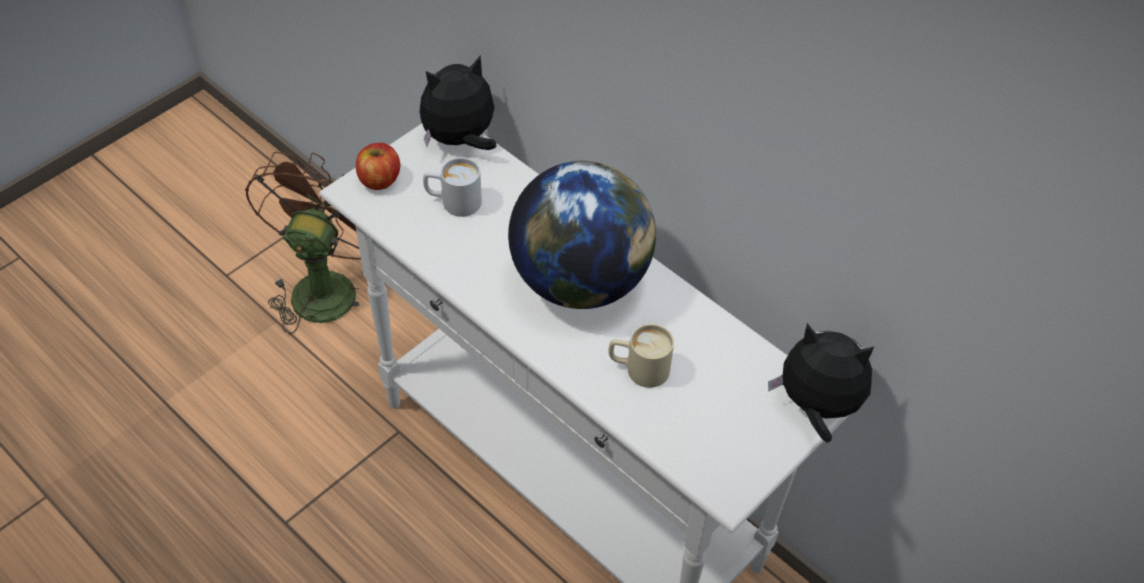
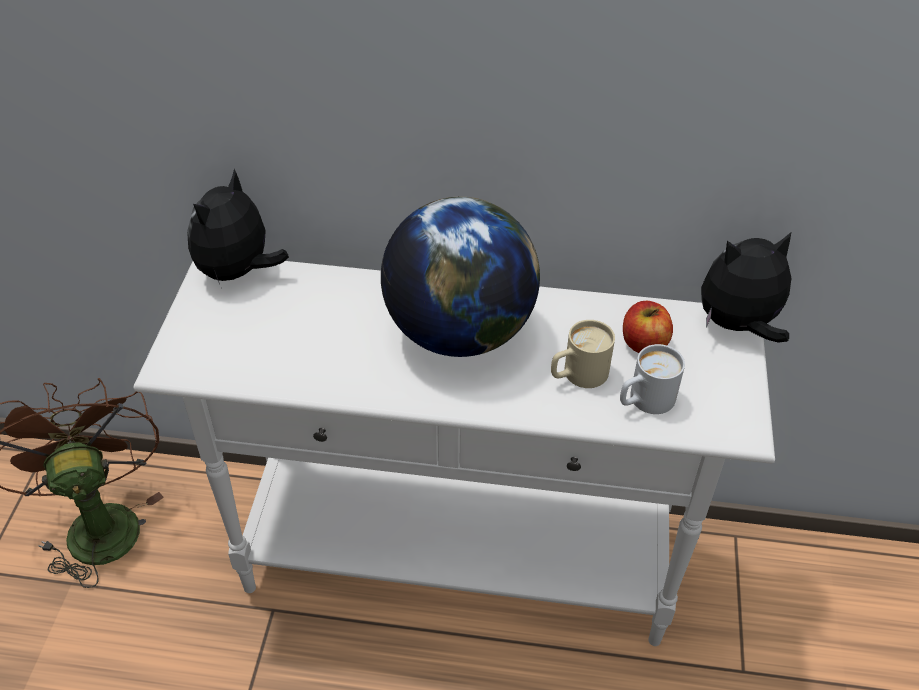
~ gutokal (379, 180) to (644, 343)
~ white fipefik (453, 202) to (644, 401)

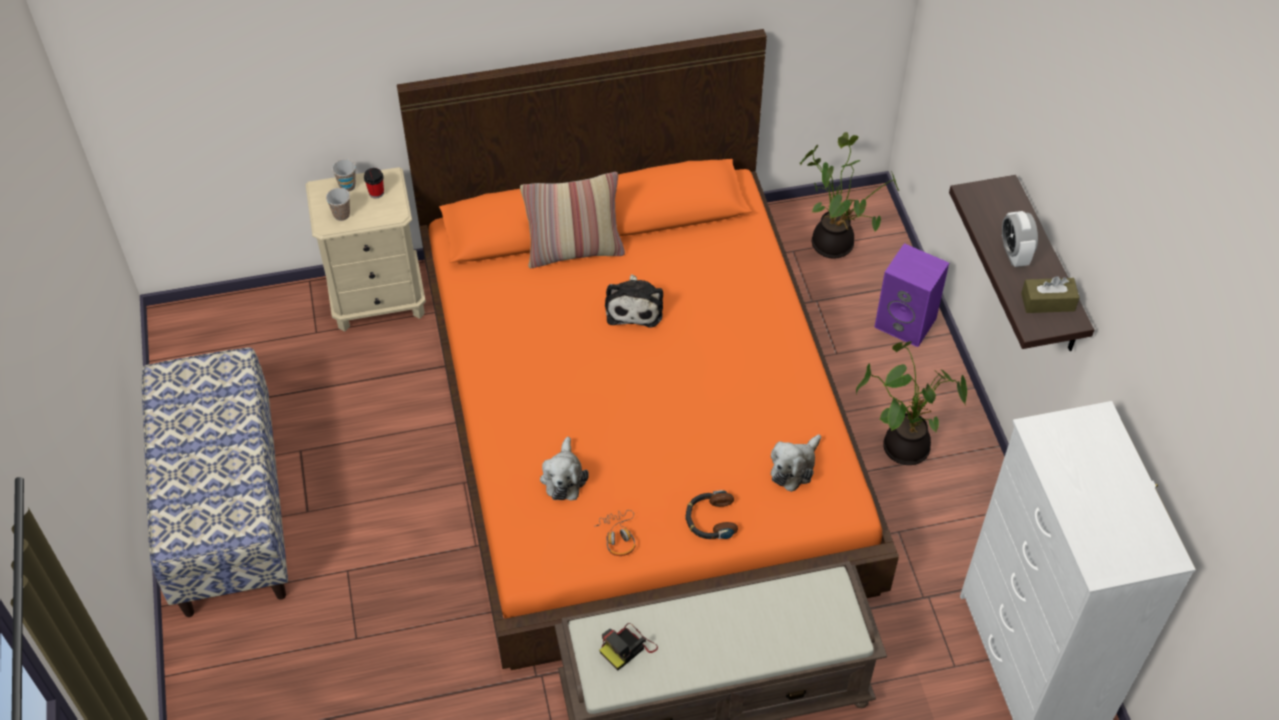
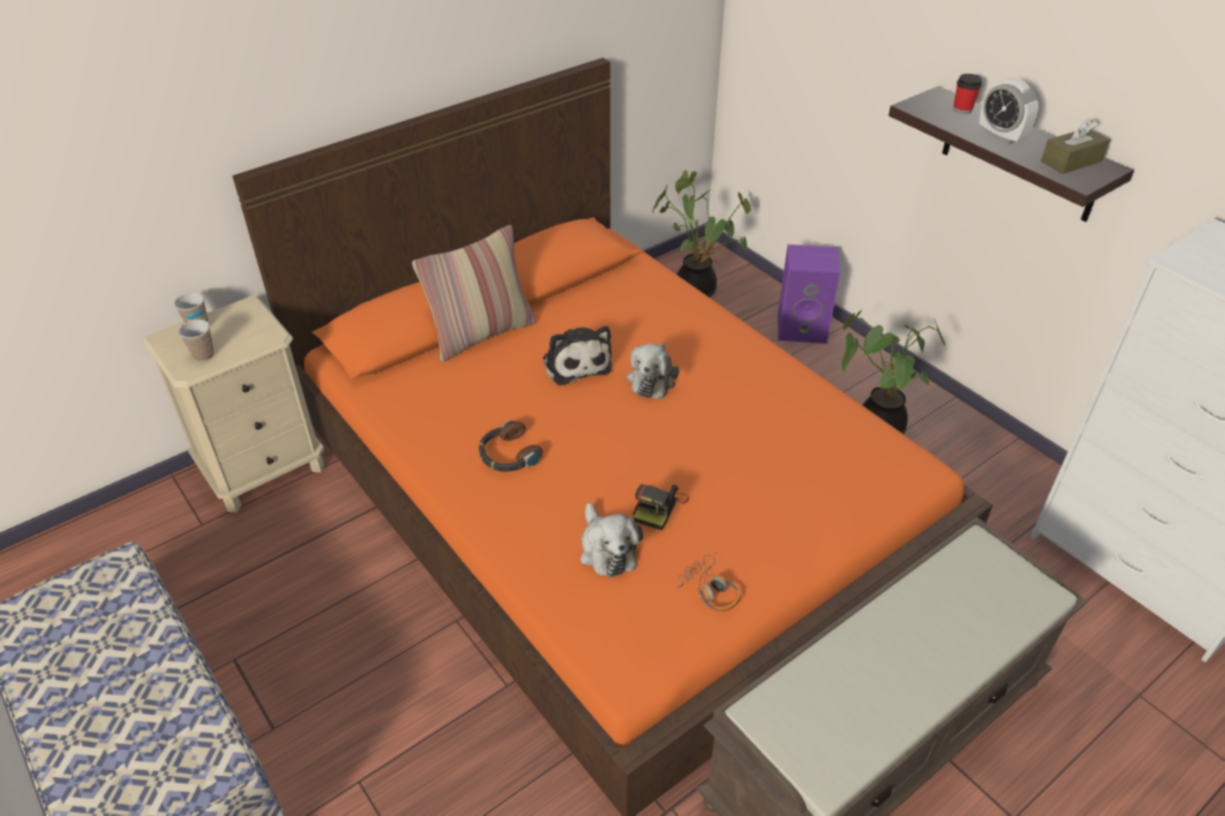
~ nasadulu (376, 193) to (962, 110)
~ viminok (627, 647) to (658, 507)
~ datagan (710, 520) to (508, 454)
~ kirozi (794, 467) to (652, 379)

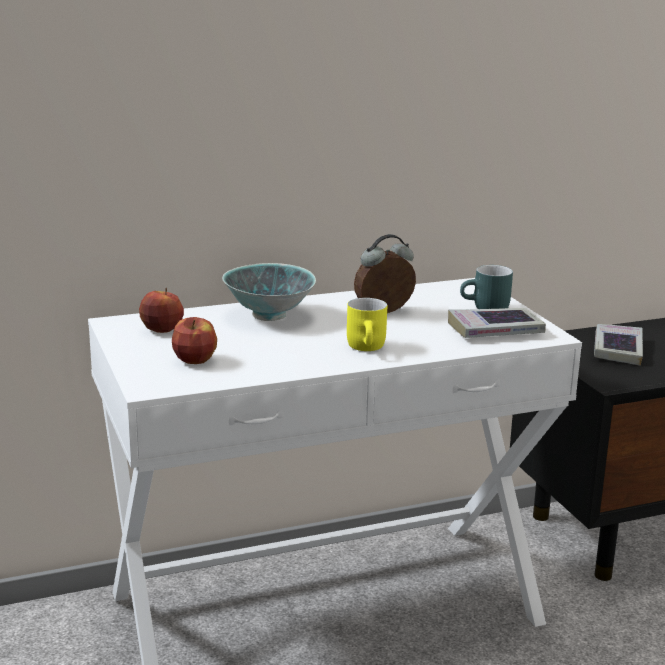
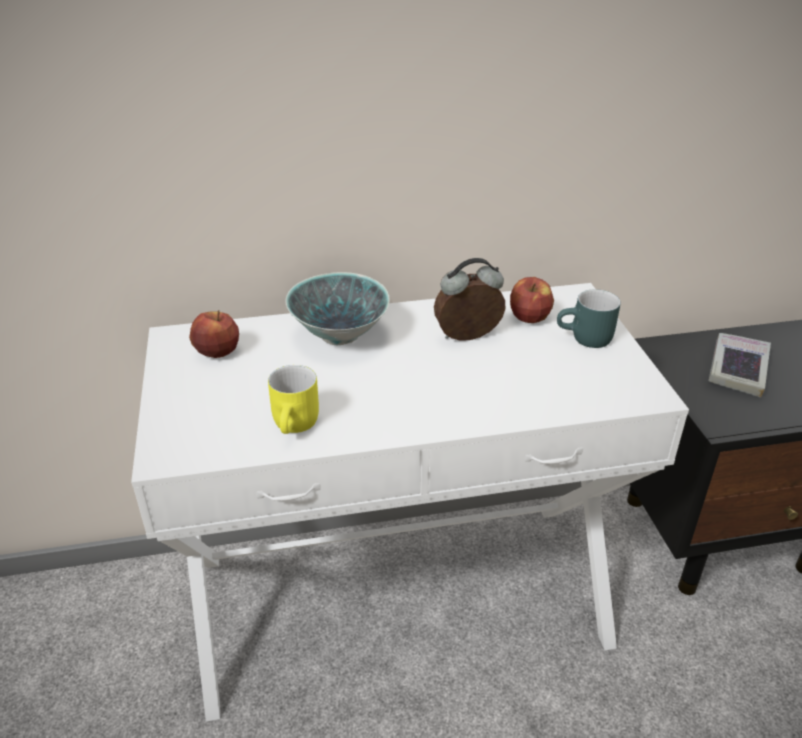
~ gutokal (195, 360) to (529, 317)
~ yellow fipefik (369, 347) to (297, 425)
- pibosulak (495, 330)

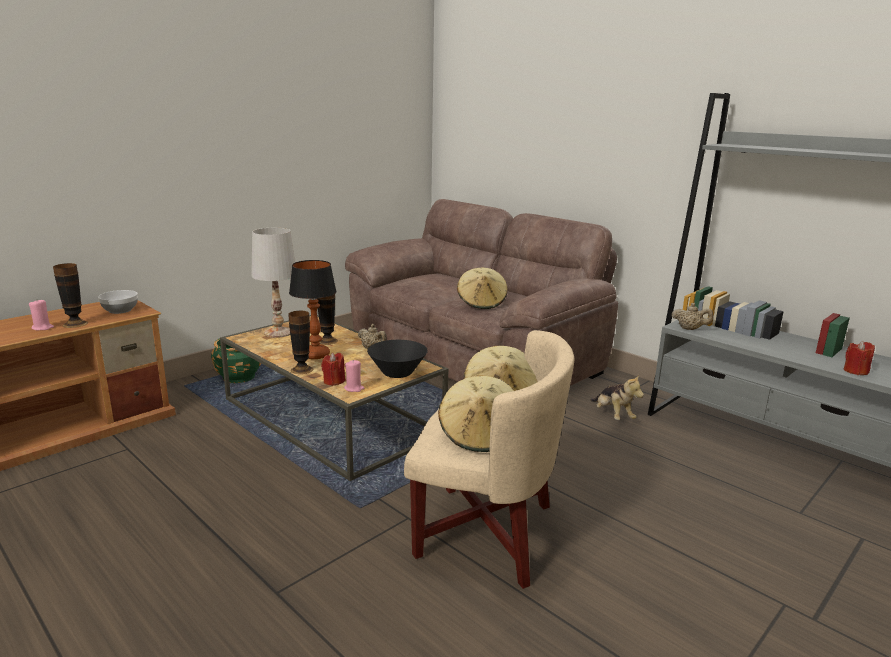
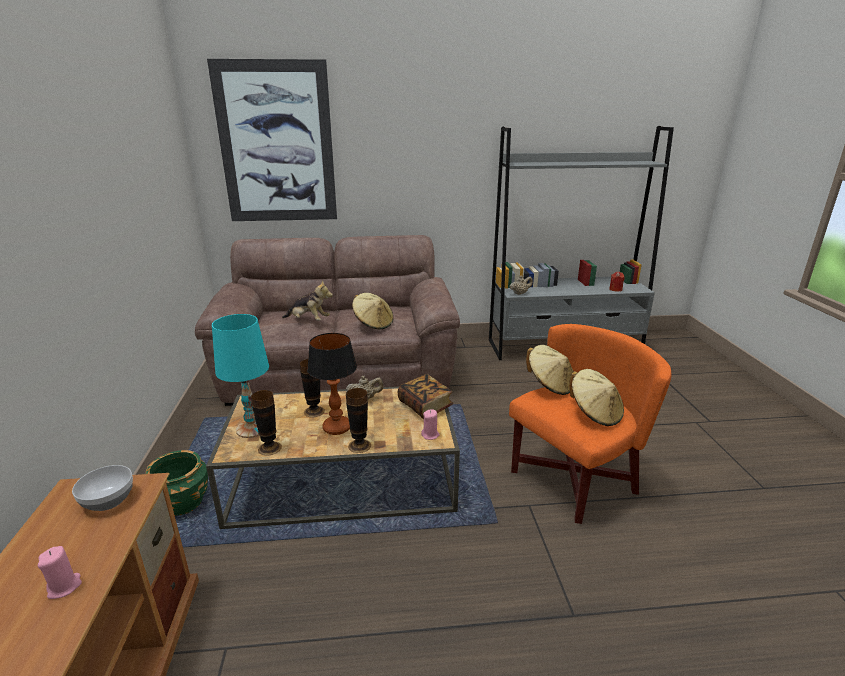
~ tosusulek (75, 324) to (269, 448)
~ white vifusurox (278, 332) to turquoise vifusurox (253, 428)
- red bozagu (334, 381)
~ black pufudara (397, 373) to pibosulak (425, 406)
~ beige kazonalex (486, 532) to orange kazonalex (572, 480)
~ kirozi (613, 415) to (309, 320)
+ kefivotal (276, 144)

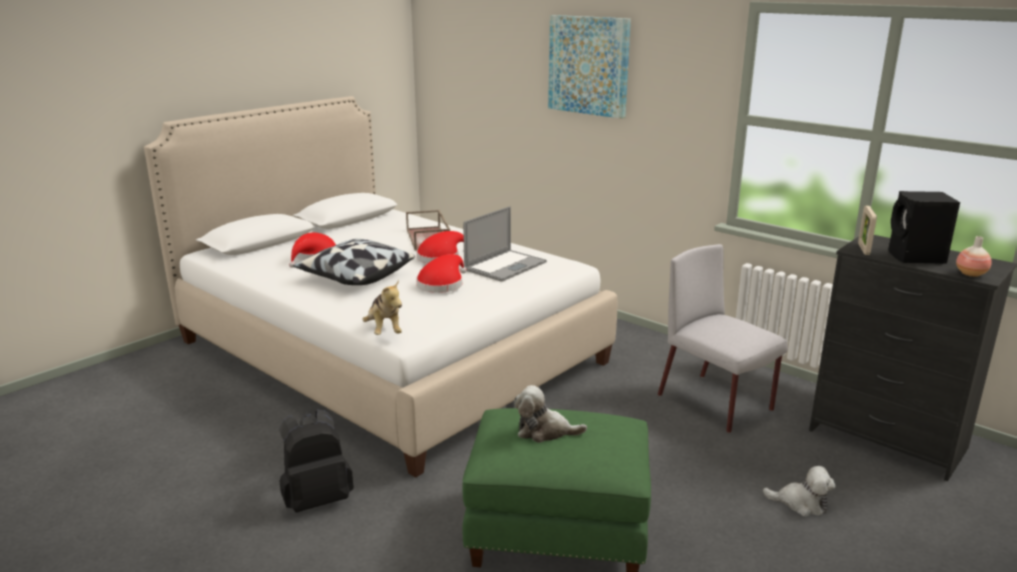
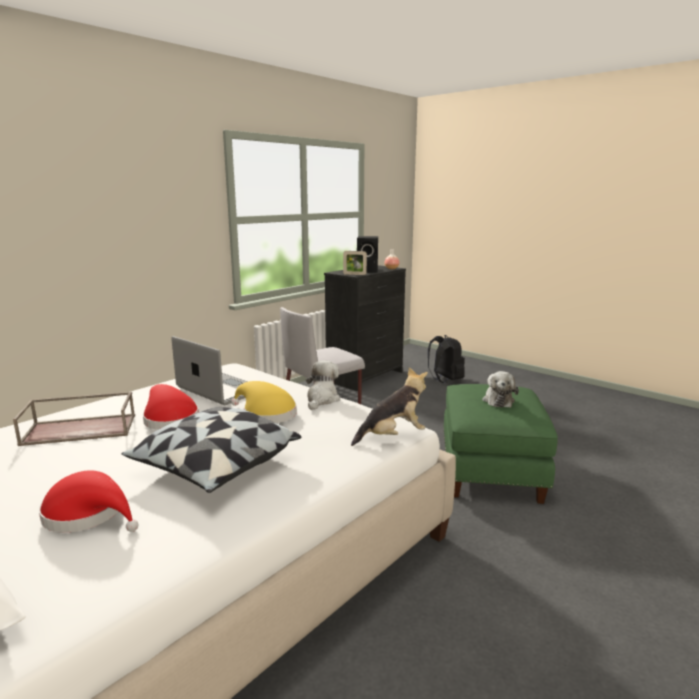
~ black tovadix (317, 499) to (445, 380)
~ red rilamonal (442, 284) to yellow rilamonal (266, 414)
- kefivotal (589, 65)
~ kirozi (800, 503) to (322, 399)

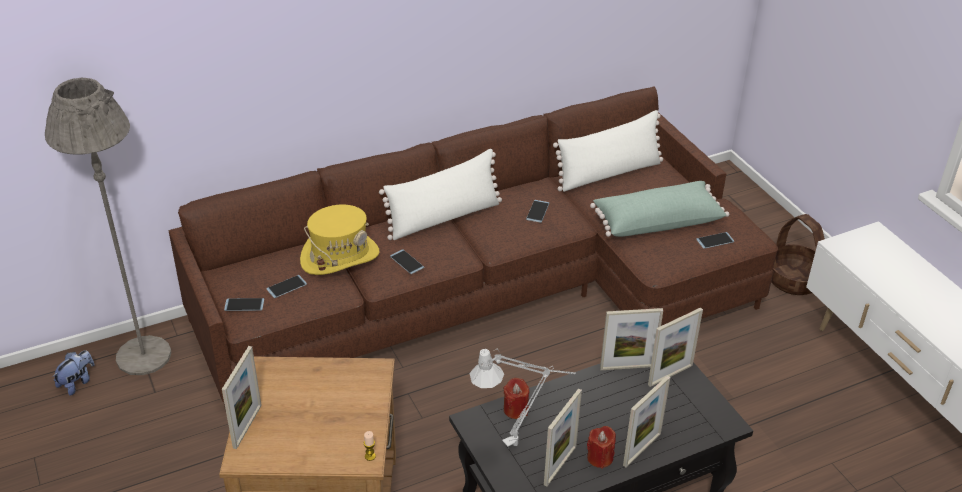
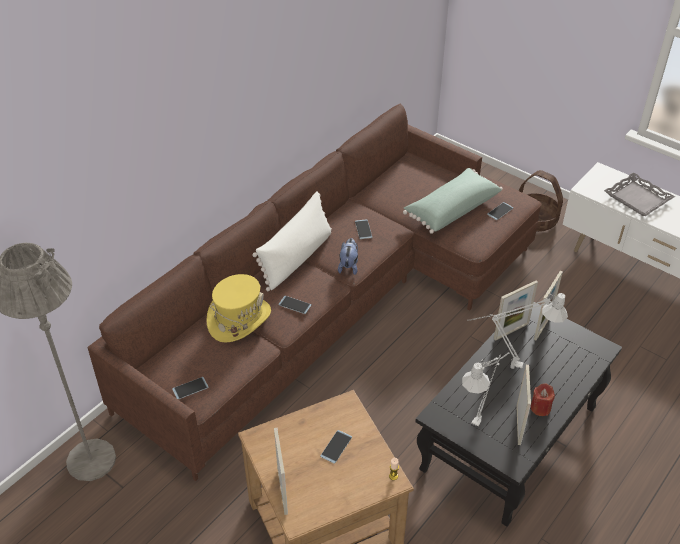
~ kirozi (77, 382) to (348, 266)
~ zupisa (286, 287) to (336, 447)
- red bozagu (515, 409)
- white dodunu (609, 173)
- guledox (642, 449)
+ grey vifusurox (506, 367)
+ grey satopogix (638, 198)

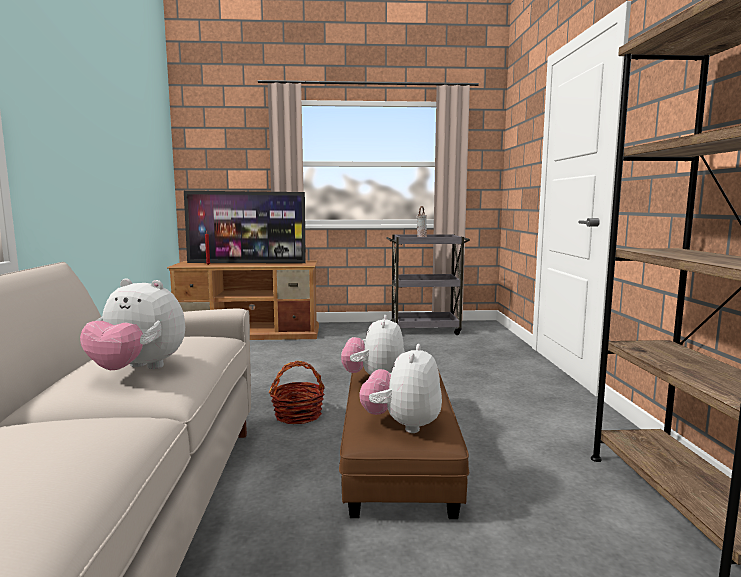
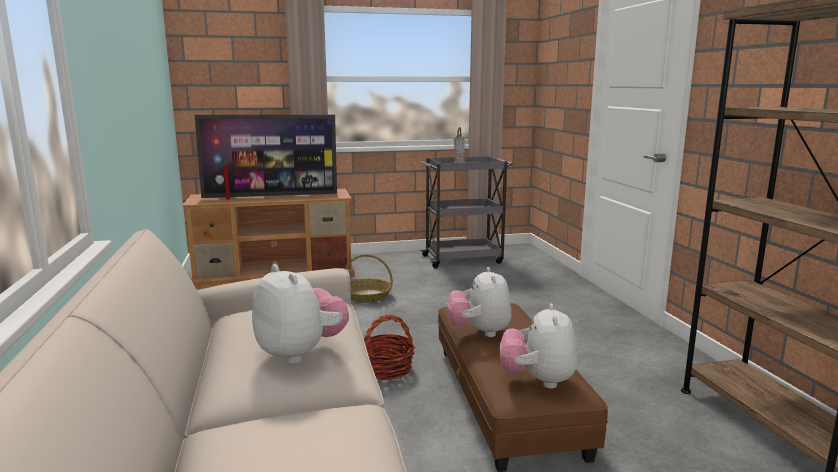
~ kirozi (138, 370) = (301, 353) 135 degrees counterclockwise
+ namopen (367, 296)

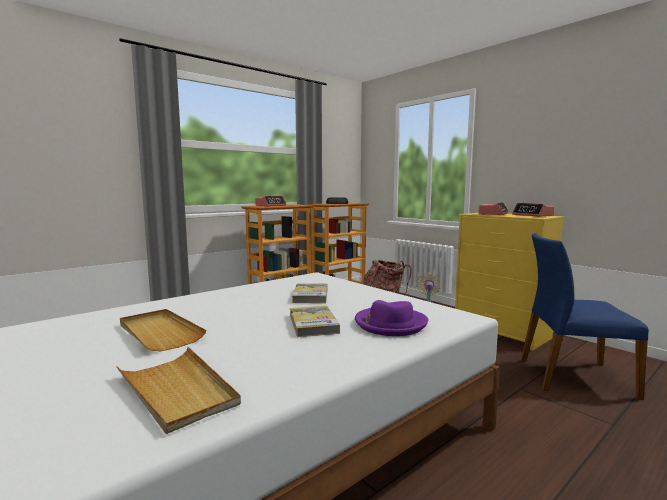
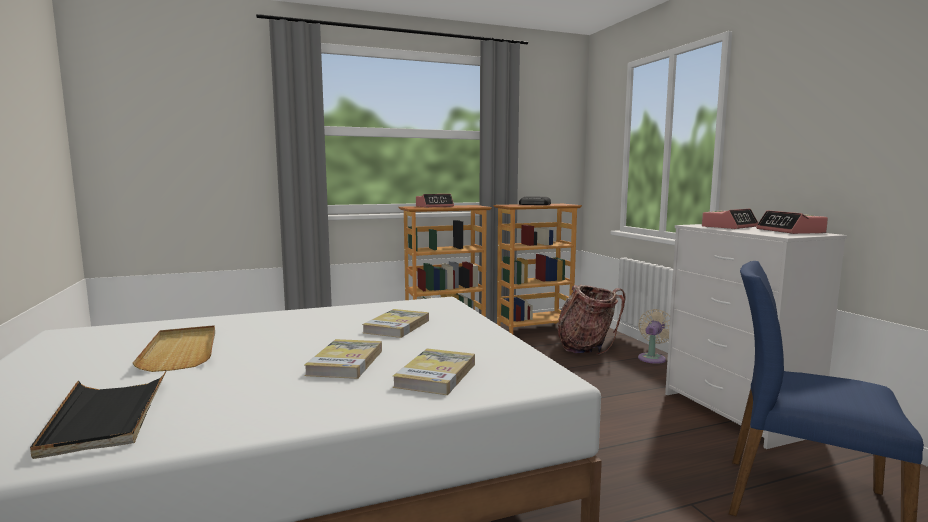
~ beige satopogix (177, 390) to black satopogix (106, 416)
~ purple rilamonal (390, 324) to pibosulak (436, 375)
~ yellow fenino (502, 332) to white fenino (738, 413)

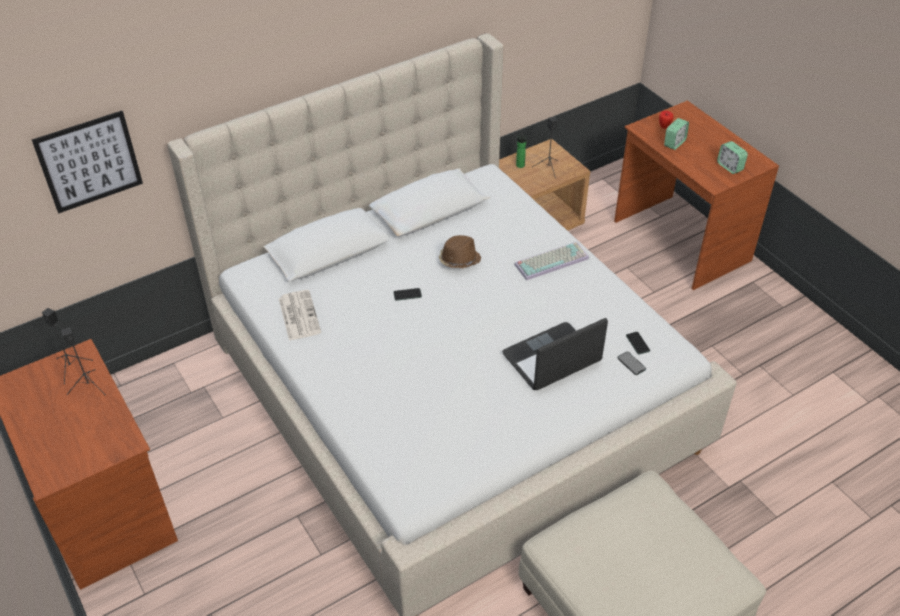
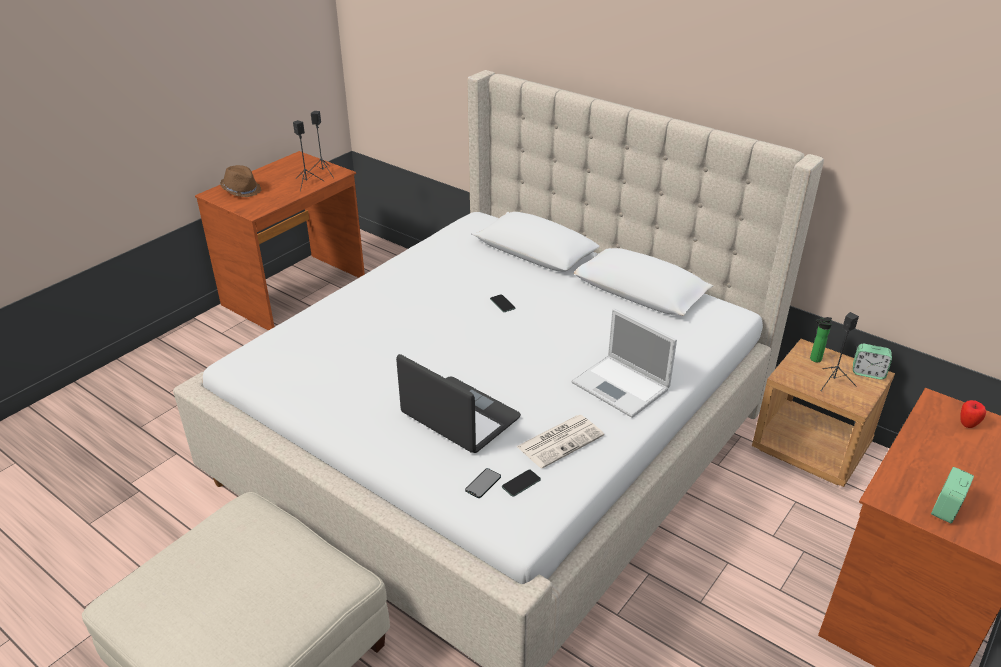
- kefivotal (89, 162)
~ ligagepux (298, 315) to (560, 440)
~ brown rilamonal (459, 260) to (241, 190)
~ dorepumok (552, 260) to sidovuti (622, 387)
~ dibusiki (674, 143) to (868, 373)

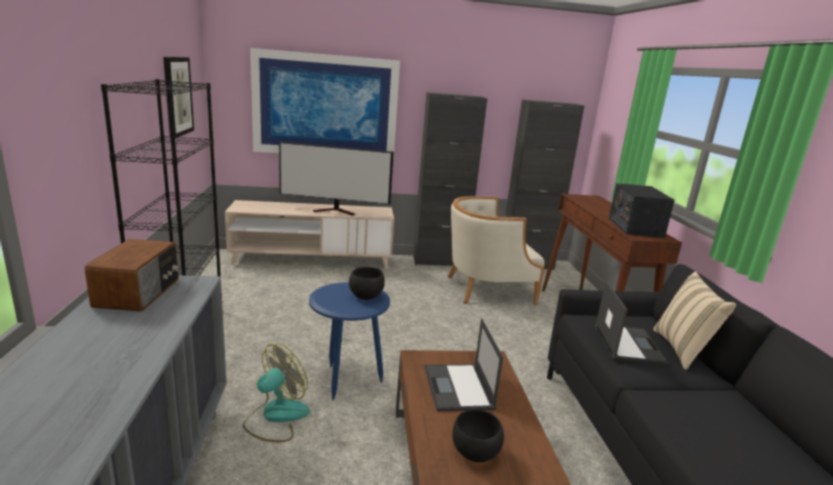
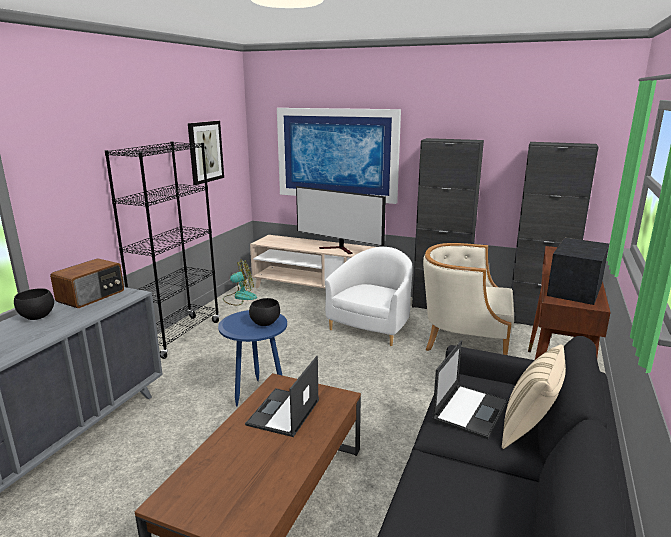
~ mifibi (276, 417) to (240, 297)
~ black pufudara (475, 454) to (36, 317)
+ white kazonalex (372, 326)

